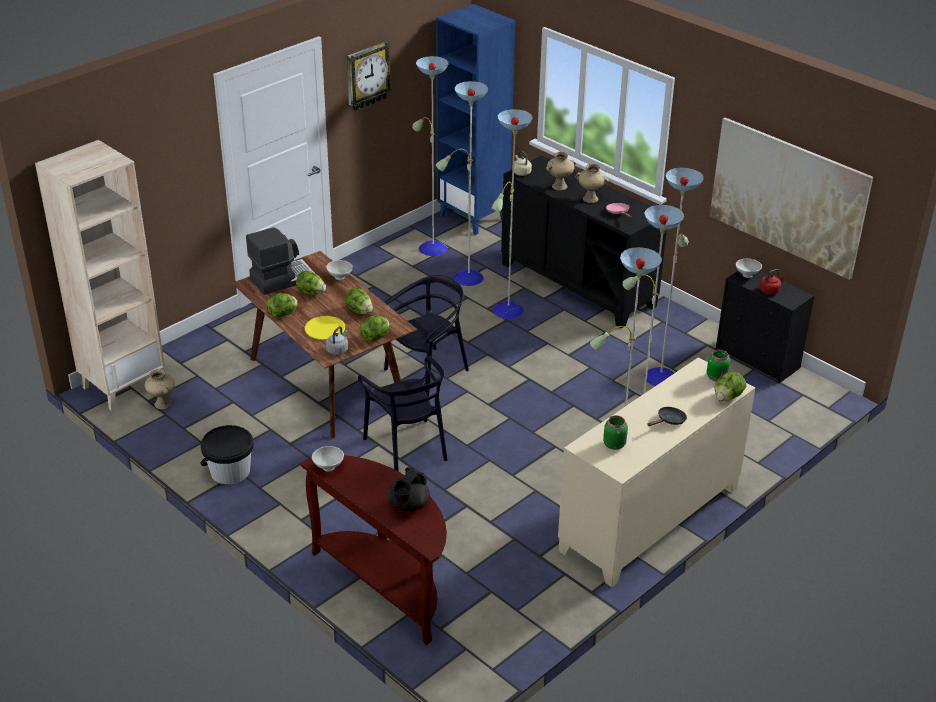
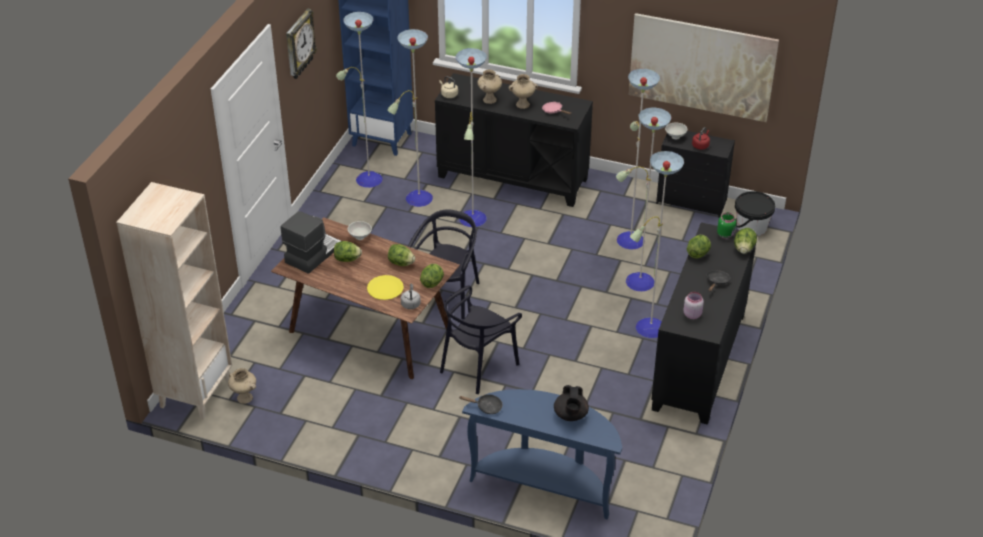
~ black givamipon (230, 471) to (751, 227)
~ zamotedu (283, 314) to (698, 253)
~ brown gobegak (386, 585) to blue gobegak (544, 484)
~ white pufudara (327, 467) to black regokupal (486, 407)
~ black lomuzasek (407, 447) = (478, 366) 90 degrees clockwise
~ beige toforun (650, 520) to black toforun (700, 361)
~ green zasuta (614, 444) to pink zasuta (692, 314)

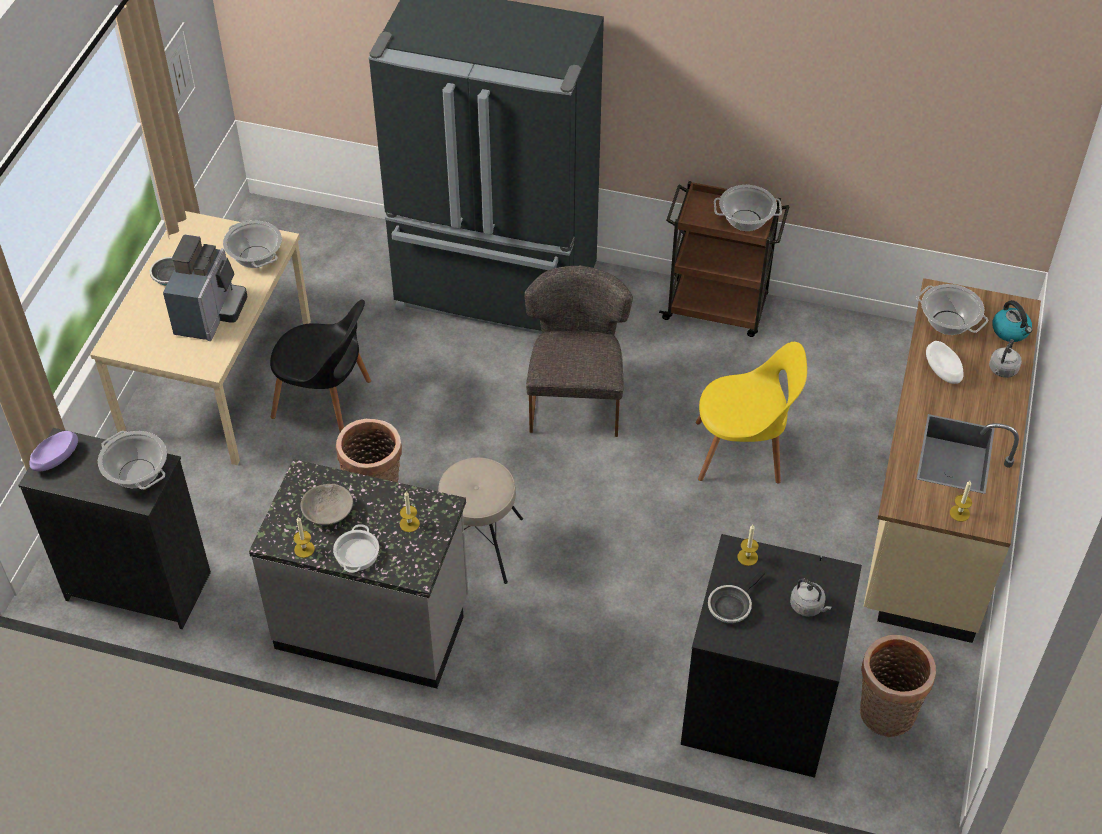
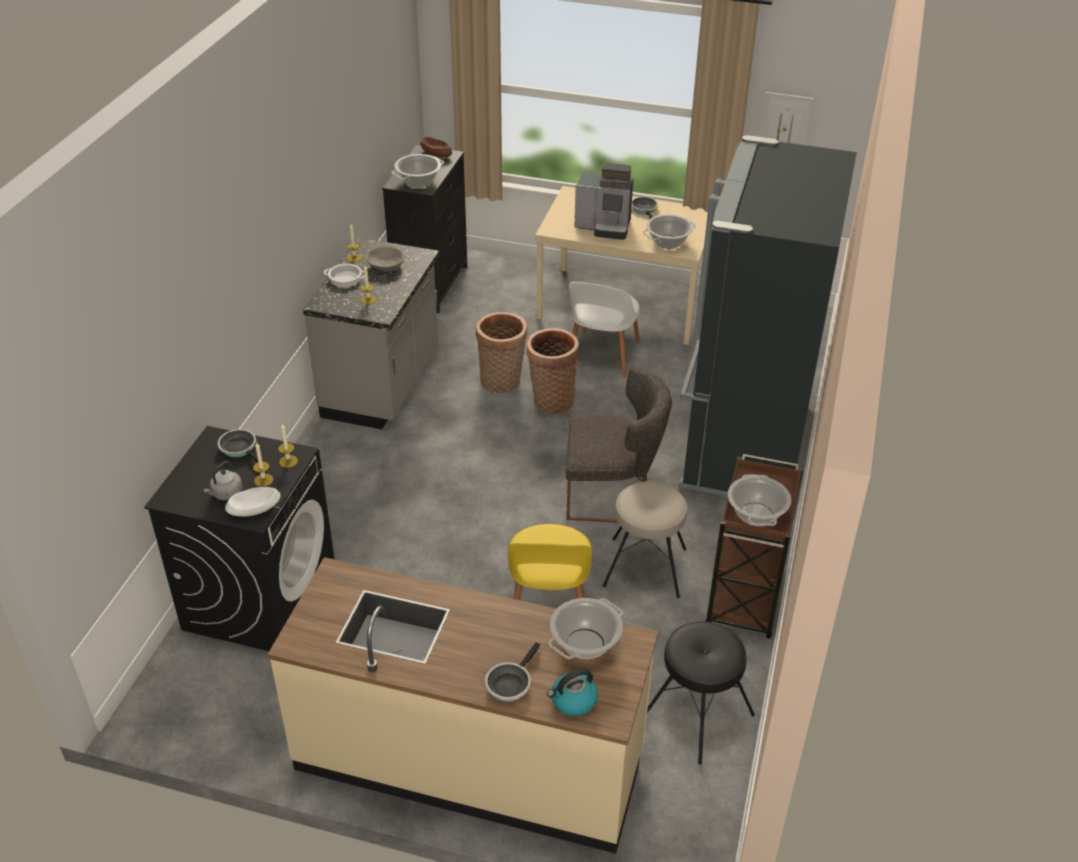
~ purple pufudara (56, 458) to brown pufudara (436, 154)
~ black lomuzasek (326, 401) to white lomuzasek (601, 355)
~ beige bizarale (479, 544) to (645, 568)
~ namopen (884, 716) to (551, 400)
~ white pufudara (942, 369) to (254, 509)
~ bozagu (959, 513) to (263, 480)
~ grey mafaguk (1002, 370) to regokupal (510, 683)
+ black bizarale (696, 715)

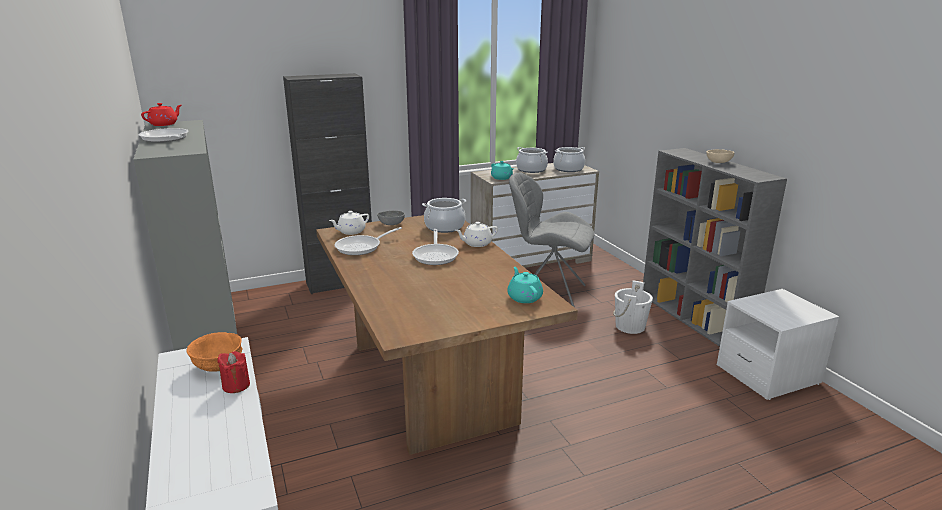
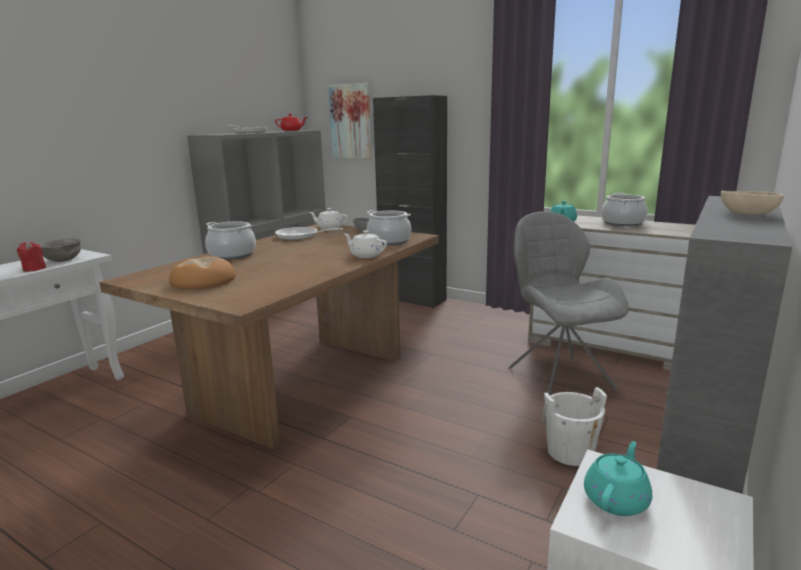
~ orange pufudara (218, 365) to grey pufudara (63, 259)
- regokupal (436, 255)
~ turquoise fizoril (524, 297) to (616, 499)
~ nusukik (568, 169) to (232, 254)
+ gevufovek (202, 281)
+ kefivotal (351, 121)

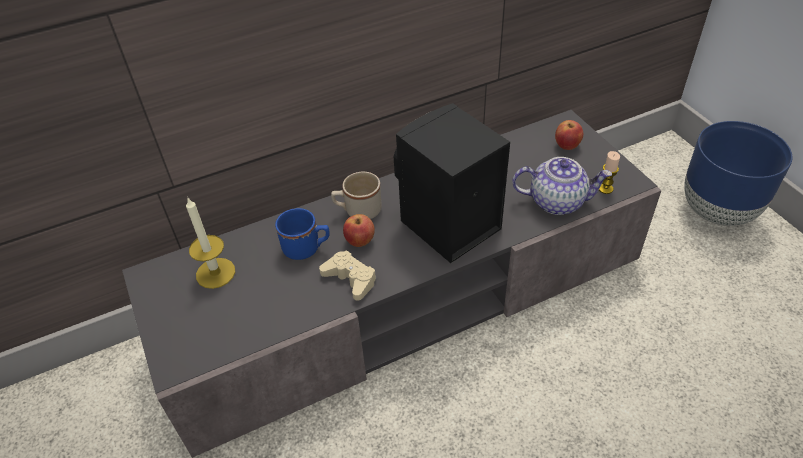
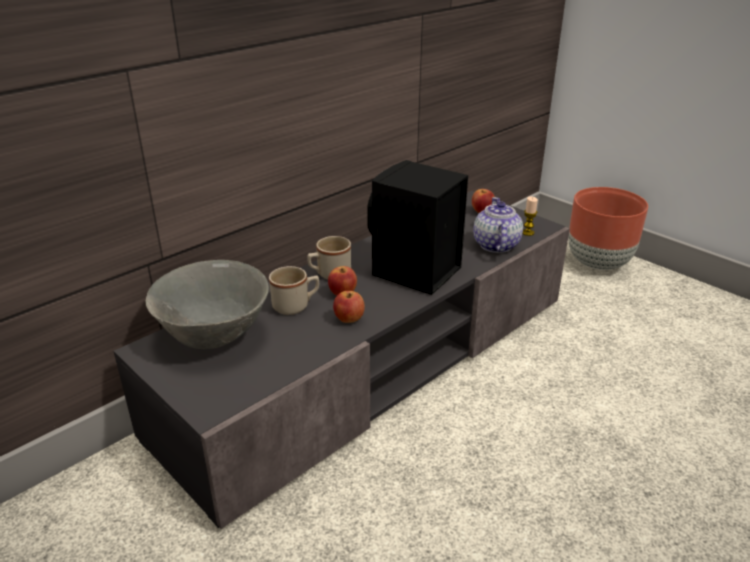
~ bozagu (215, 273) to grey pufudara (215, 336)
~ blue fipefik (307, 248) to beige fipefik (296, 306)
~ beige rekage (350, 279) to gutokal (349, 319)
~ fizoril (557, 201) = (495, 245) 75 degrees counterclockwise
~ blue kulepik (718, 210) to brown kulepik (598, 263)

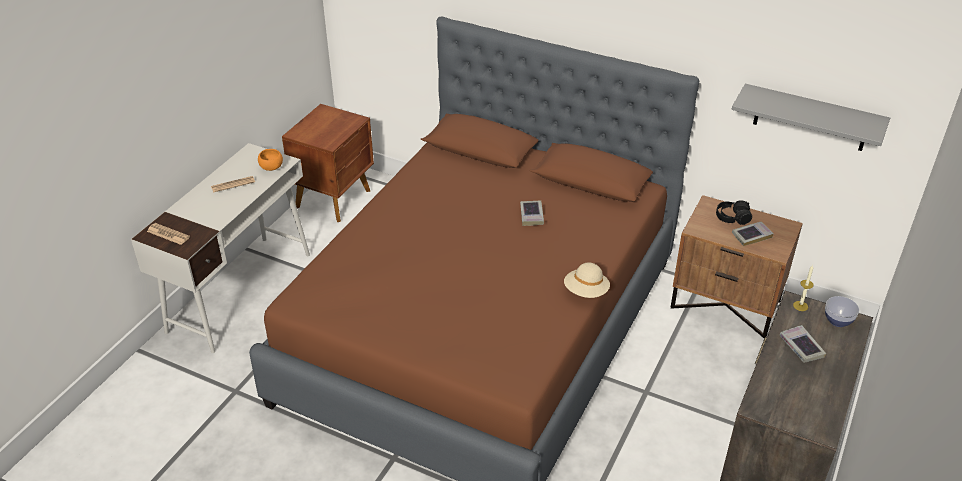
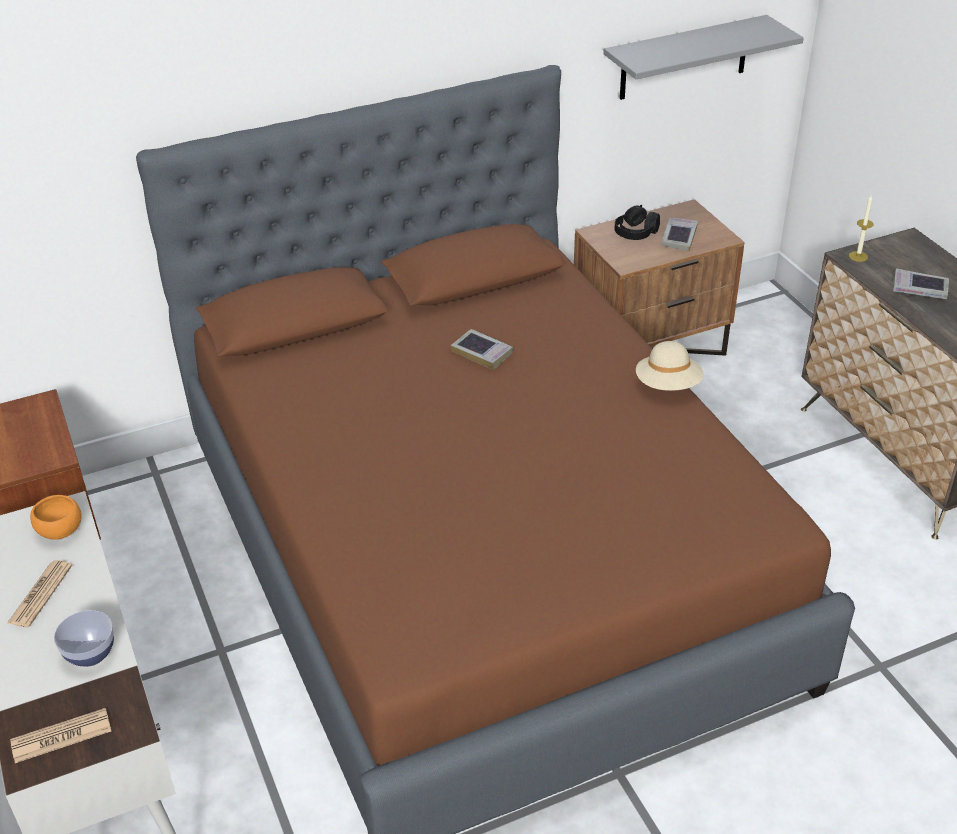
~ pufudara (838, 320) to (90, 654)

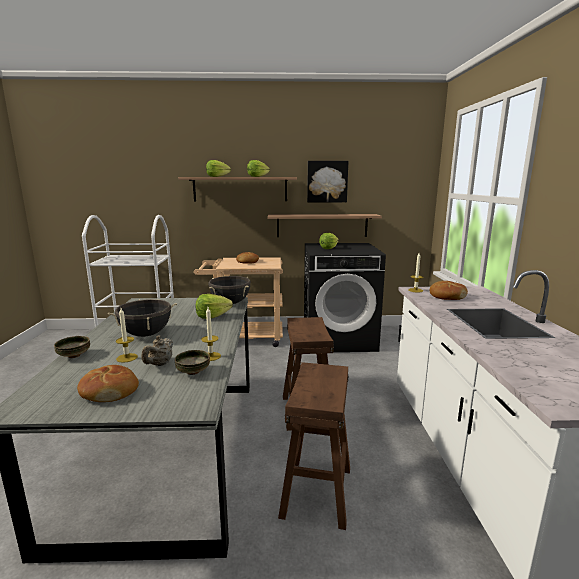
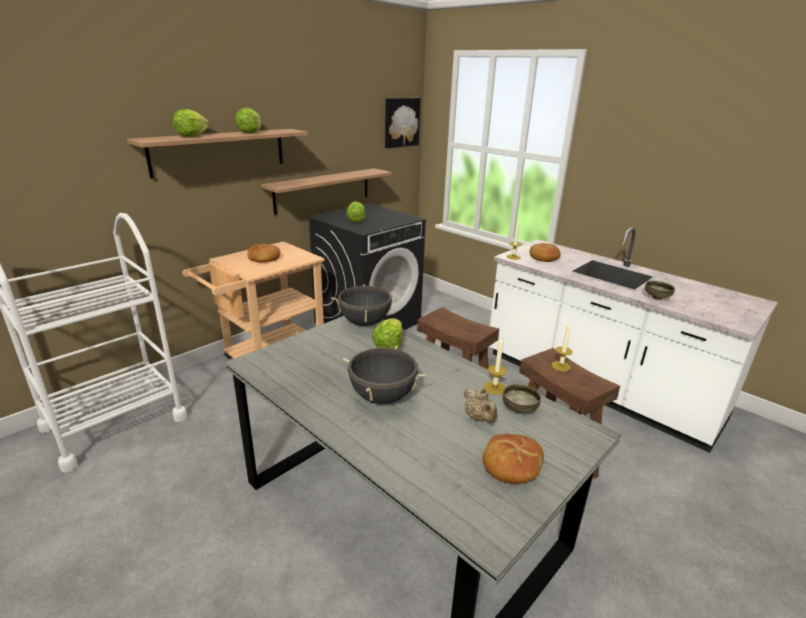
~ pufudara (74, 356) to (656, 297)
~ bozagu (127, 358) to (561, 366)
~ kefivotal (327, 181) to (401, 122)

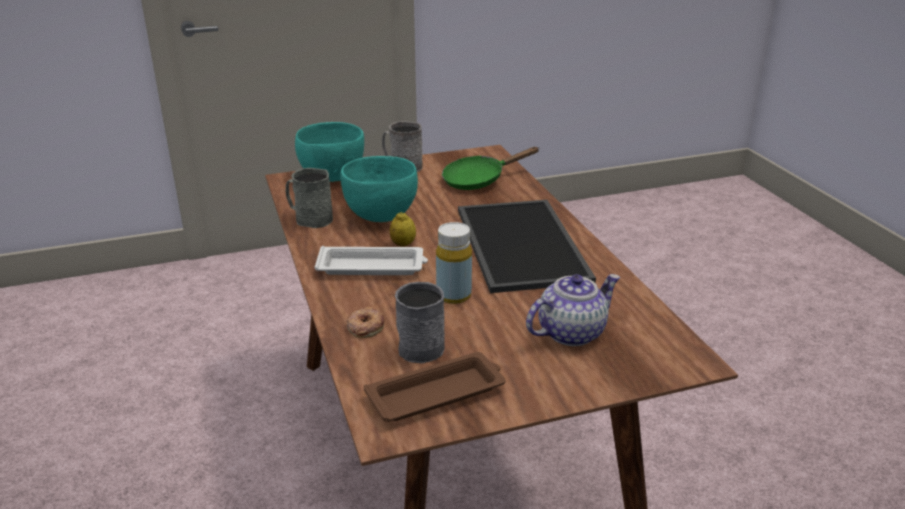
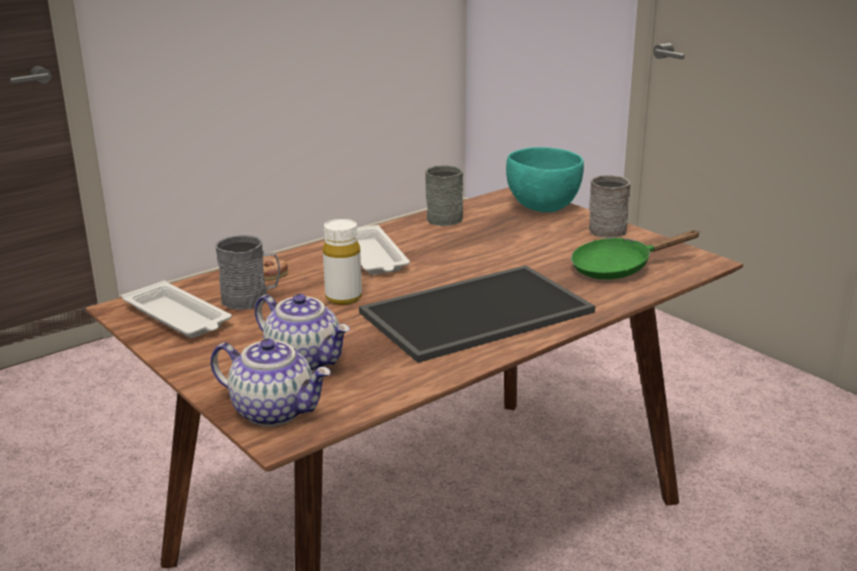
- turquoise pufudara (381, 216)
~ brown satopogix (438, 393) to white satopogix (178, 318)
- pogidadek (403, 244)
~ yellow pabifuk (453, 295) to white pabifuk (343, 298)
~ green regokupal (479, 180) = (618, 268) 60 degrees counterclockwise
+ fizoril (274, 411)

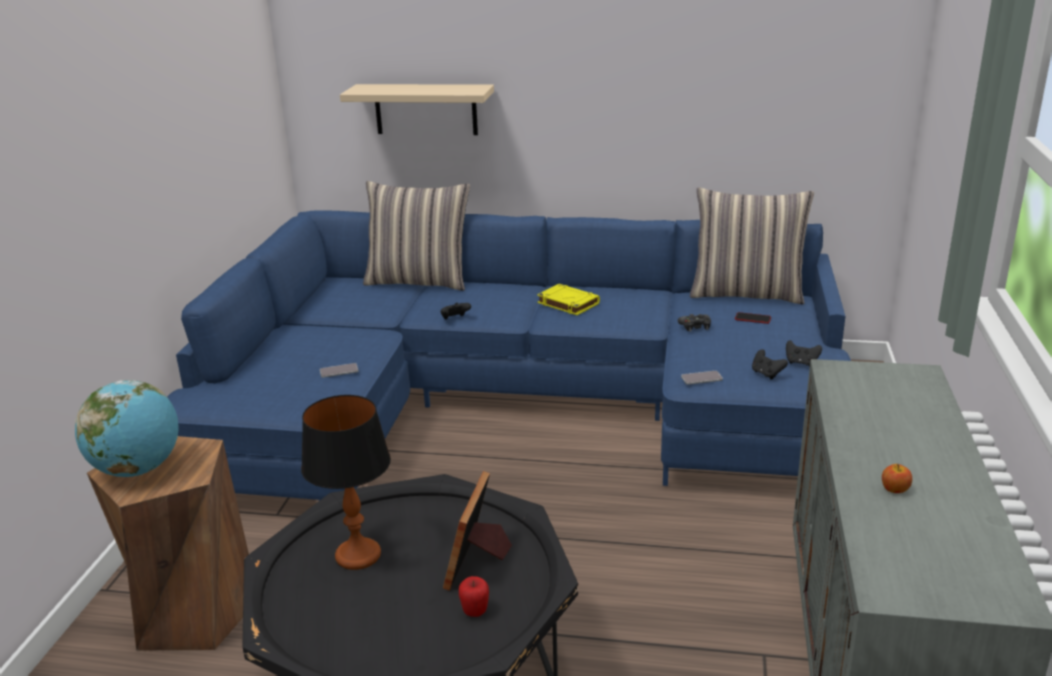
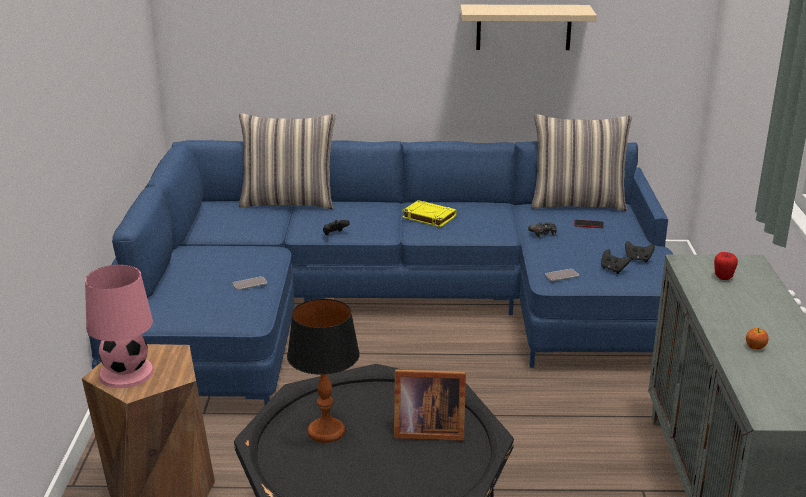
~ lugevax (138, 469) to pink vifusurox (127, 373)
~ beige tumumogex (426, 109) to (523, 27)
~ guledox (477, 562) = (426, 429) 90 degrees counterclockwise
~ gutokal (475, 612) to (723, 278)

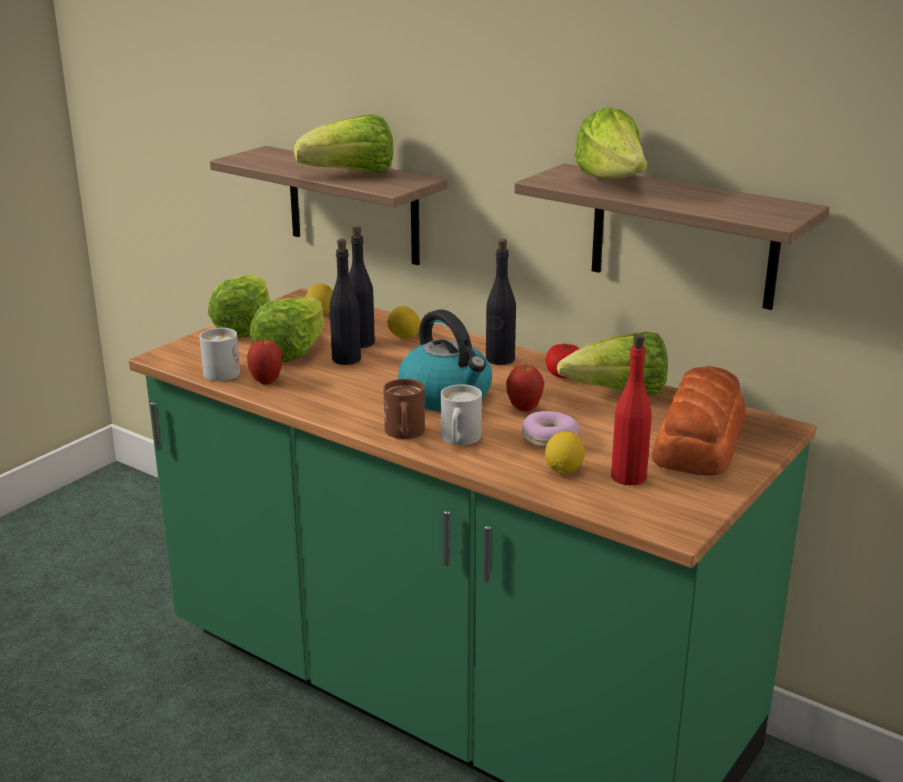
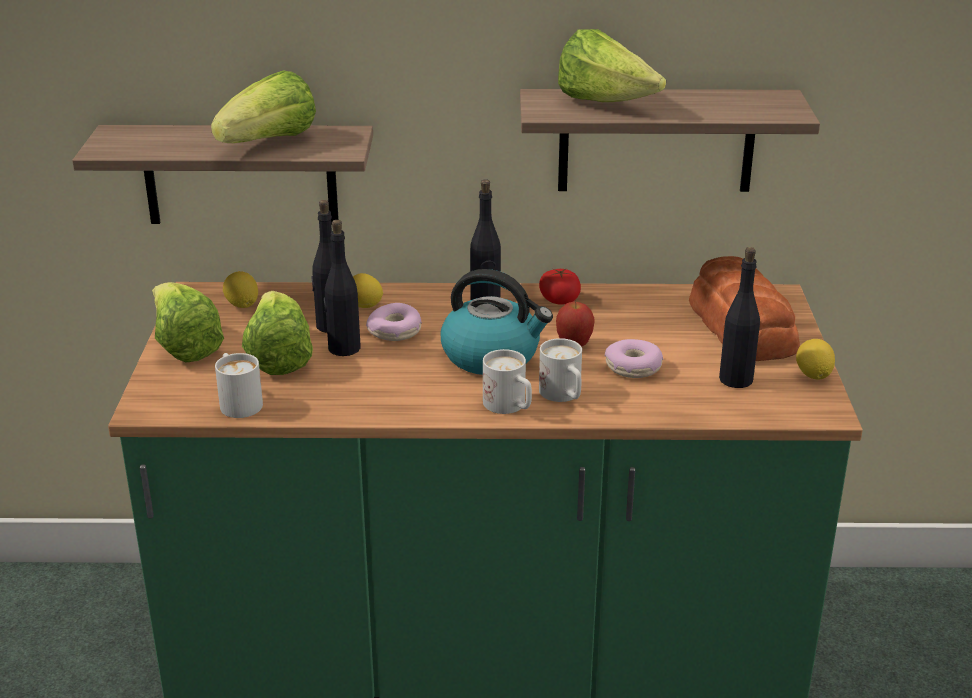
- gutokal (266, 381)
~ brown fipefik (404, 434) to white fipefik (510, 407)
~ pogidadek (563, 470) to (813, 375)
- zamotedu (619, 394)
~ red pabifuk (629, 476) to black pabifuk (736, 379)
+ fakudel (395, 331)

